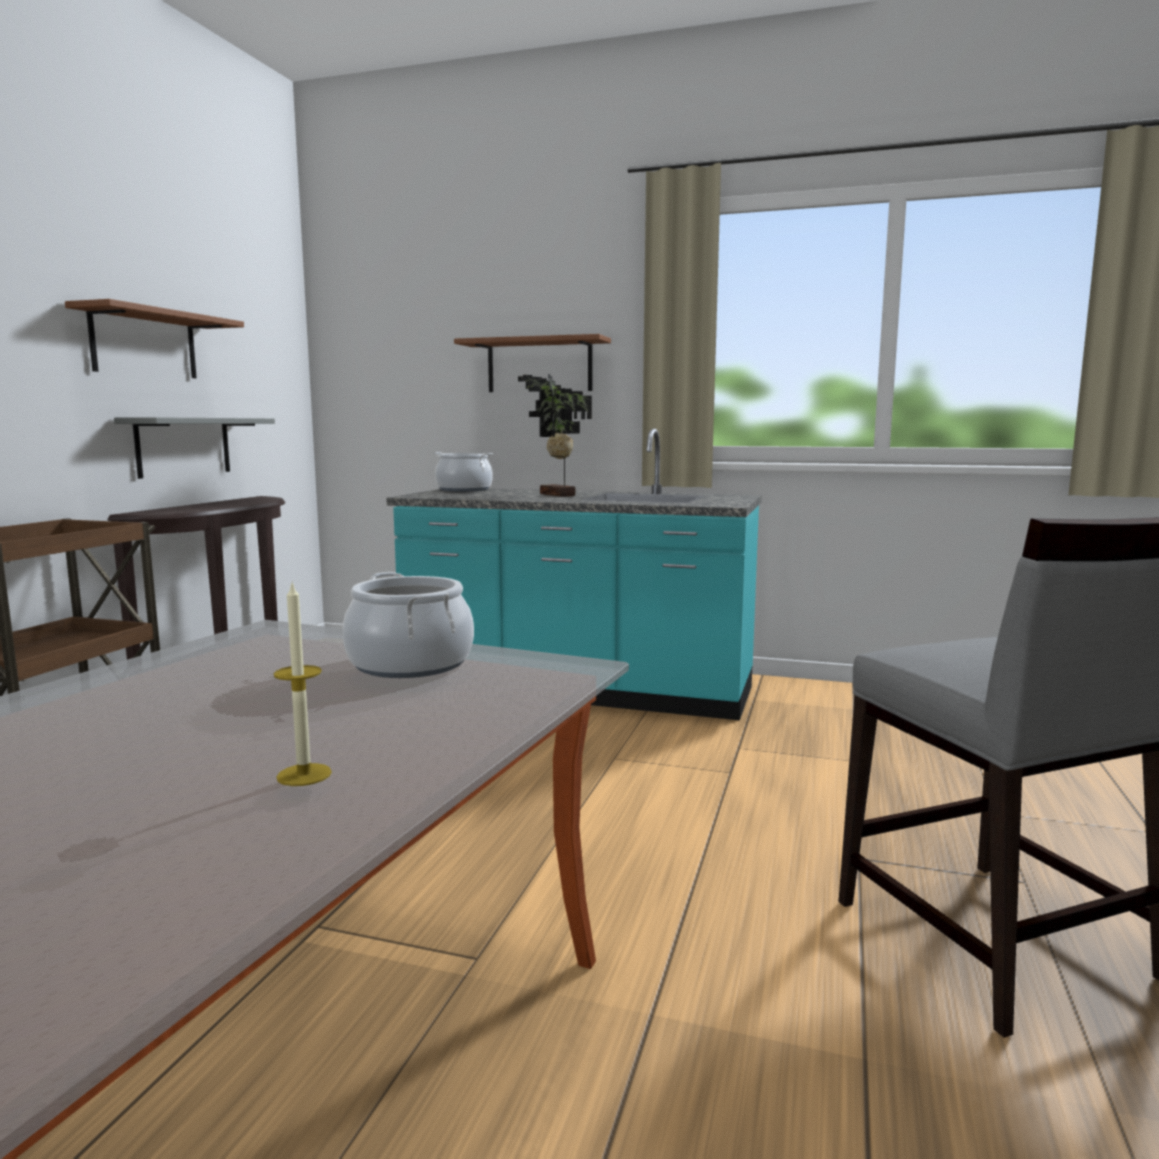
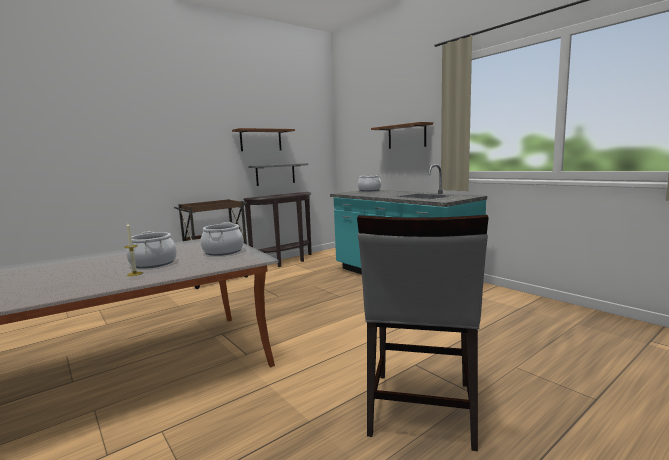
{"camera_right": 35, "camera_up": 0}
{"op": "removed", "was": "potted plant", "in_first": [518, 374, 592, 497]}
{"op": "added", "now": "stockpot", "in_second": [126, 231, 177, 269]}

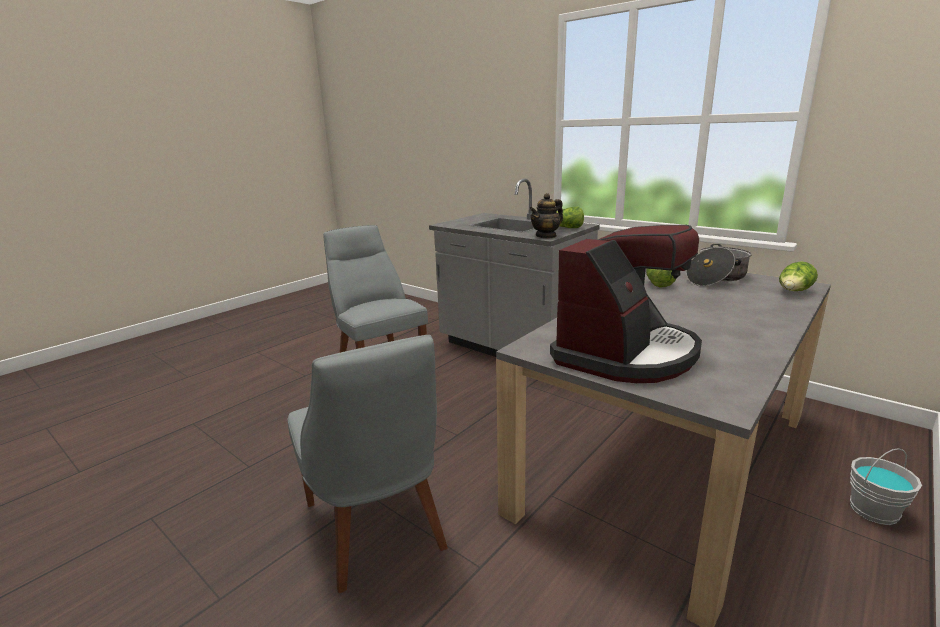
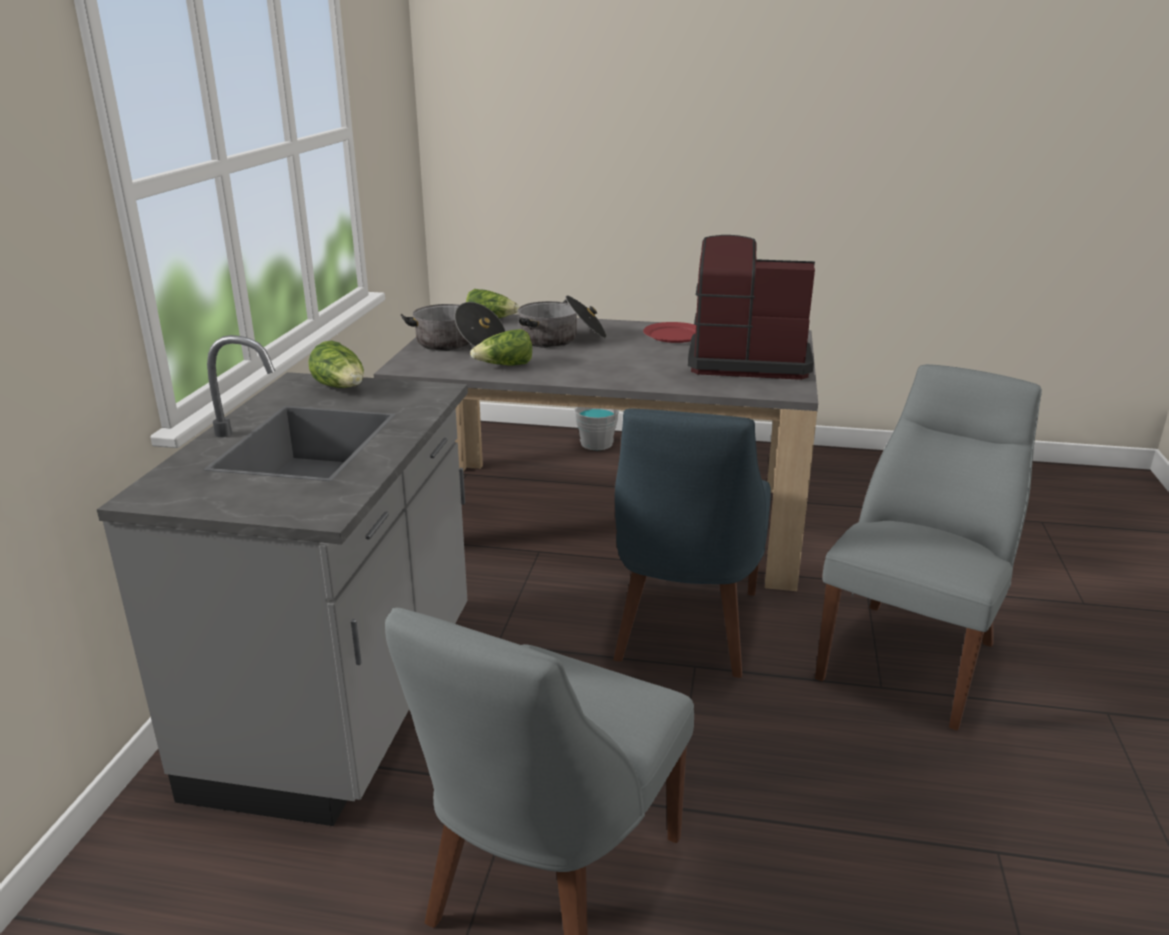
{"camera_right": -120, "camera_up": 5}
{"op": "removed", "was": "teapot", "in_first": [529, 193, 563, 239]}
{"op": "added", "now": "stockpot", "in_second": [518, 295, 607, 348]}
{"op": "added", "now": "blue-coloured upright chair", "in_second": [613, 408, 771, 678]}
{"op": "added", "now": "red dinner plate", "in_second": [643, 322, 696, 343]}

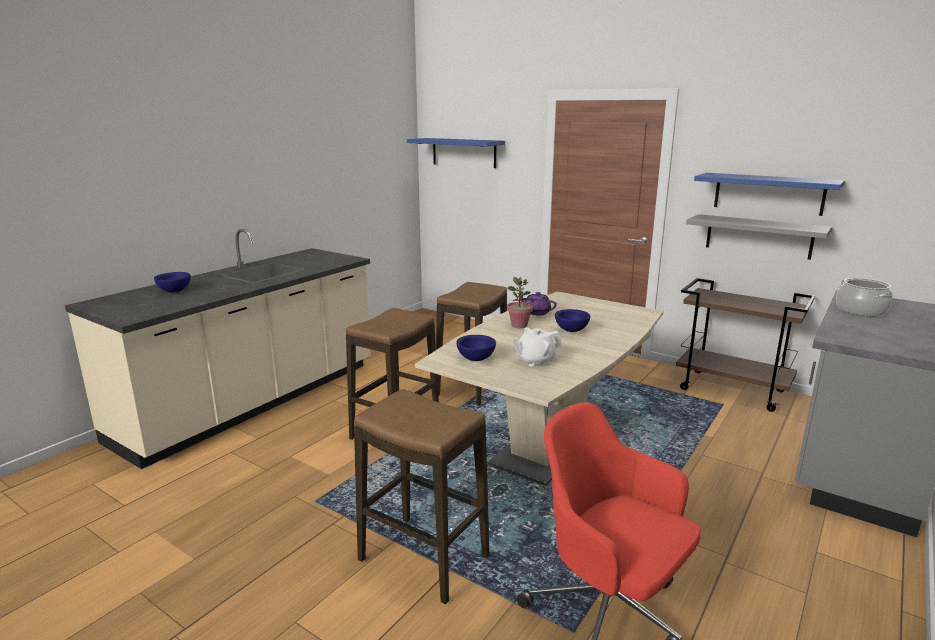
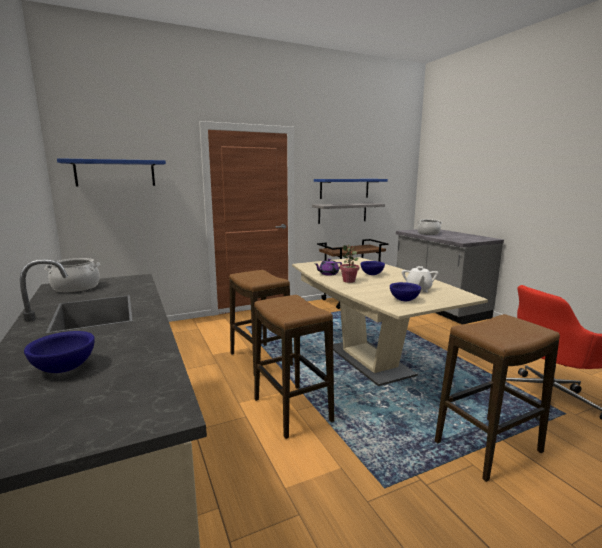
{"camera_right": -60, "camera_up": -5}
{"op": "added", "now": "stockpot", "in_second": [45, 258, 101, 293]}

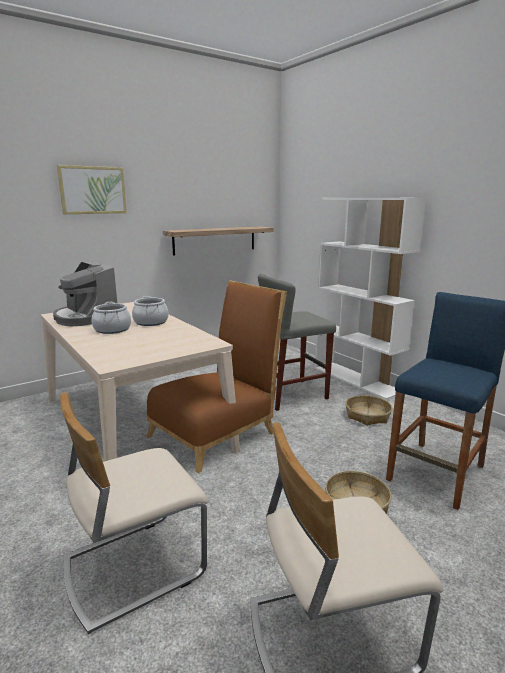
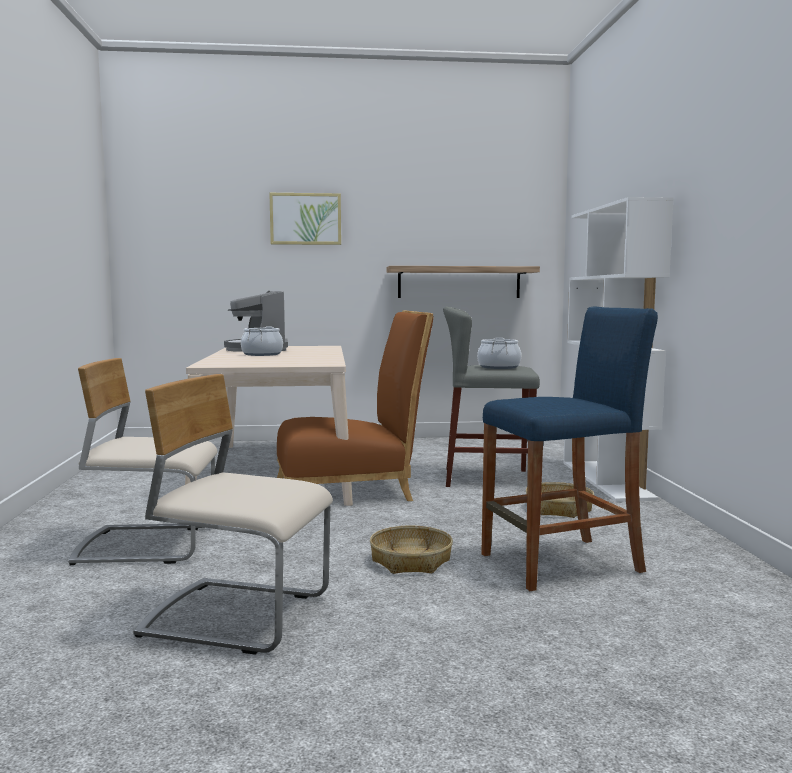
{"camera_right": 30, "camera_up": -10}
{"op": "moved", "was": "stockpot", "in_first": [132, 296, 169, 326], "in_second": [477, 338, 521, 369]}

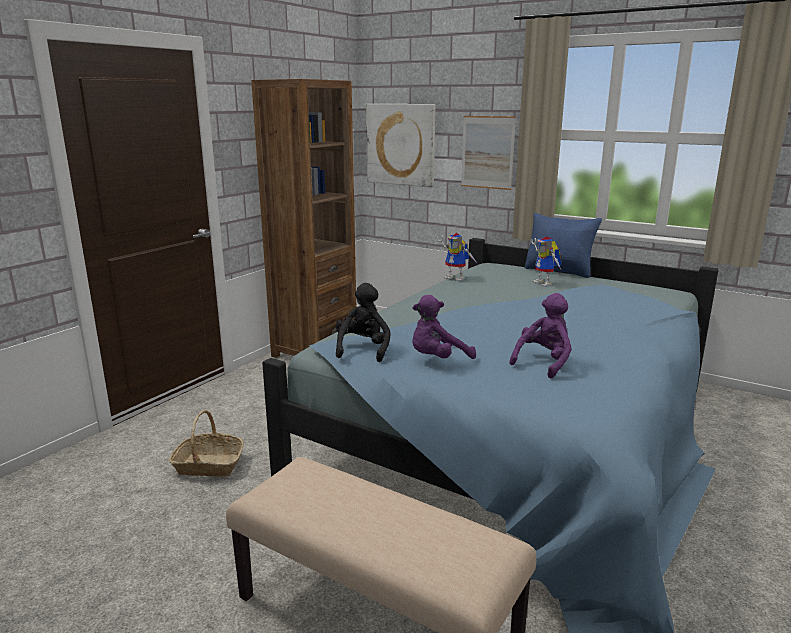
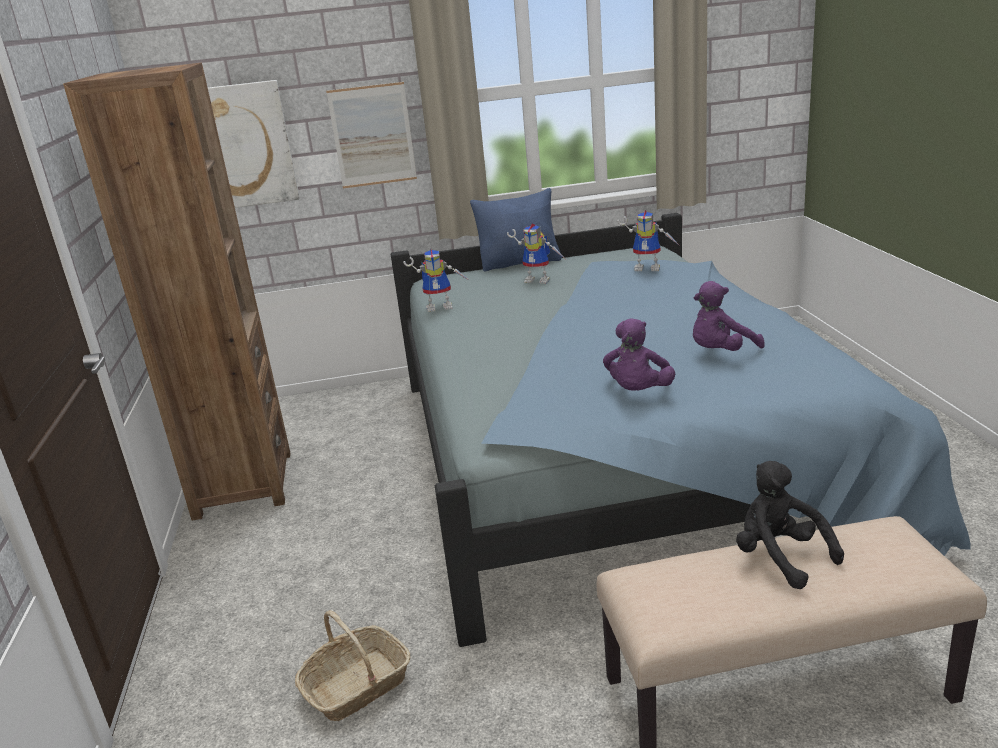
{"camera_right": -40, "camera_up": 5}
{"op": "moved", "was": "blackish cuddly toy", "in_first": [336, 283, 391, 362], "in_second": [736, 461, 844, 589]}
{"op": "turned", "was": "purple-coloured cuddly toy", "in_first": [509, 293, 572, 379], "in_second": [693, 281, 765, 351], "clockwise": -120}
{"op": "added", "now": "model robot", "in_second": [617, 210, 680, 271]}

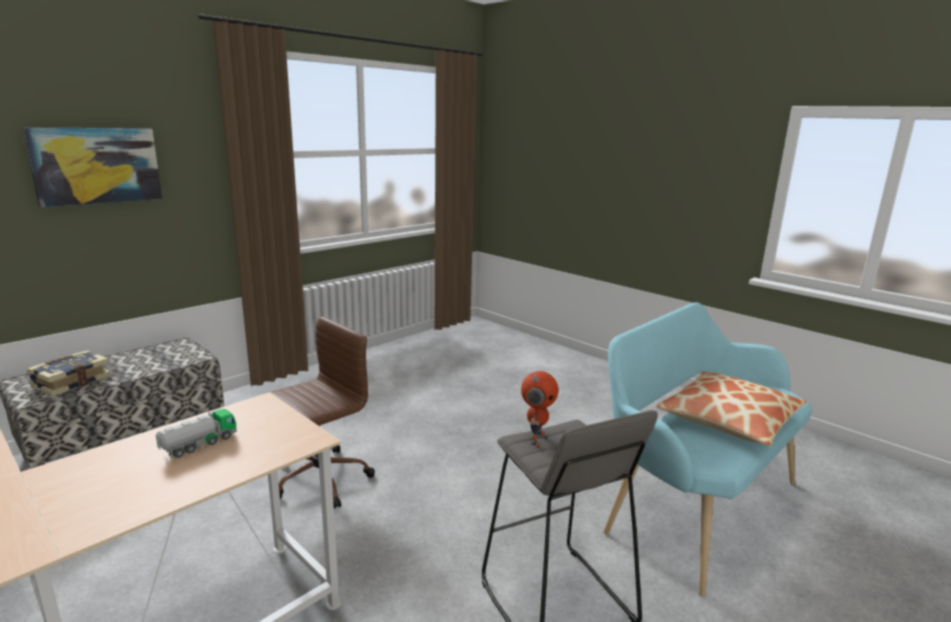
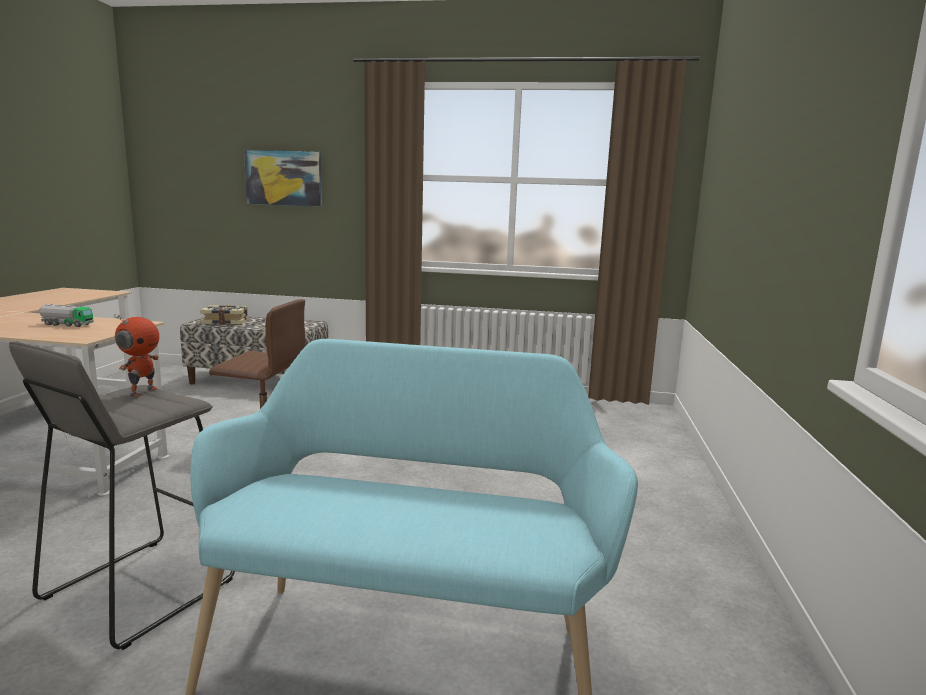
{"camera_right": 55, "camera_up": -5}
{"op": "turned", "was": "model robot", "in_first": [521, 371, 559, 446], "in_second": [114, 314, 159, 397], "clockwise": -60}
{"op": "removed", "was": "throw pillow", "in_first": [656, 372, 807, 446]}

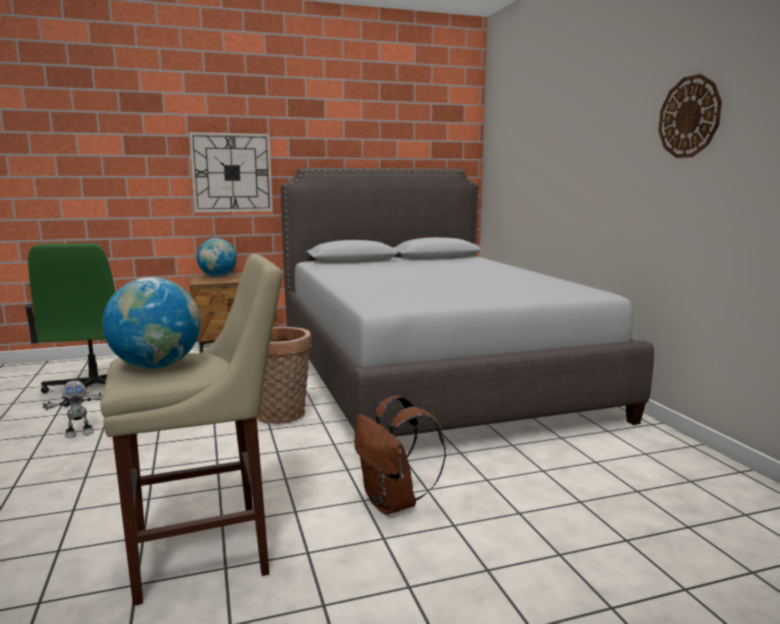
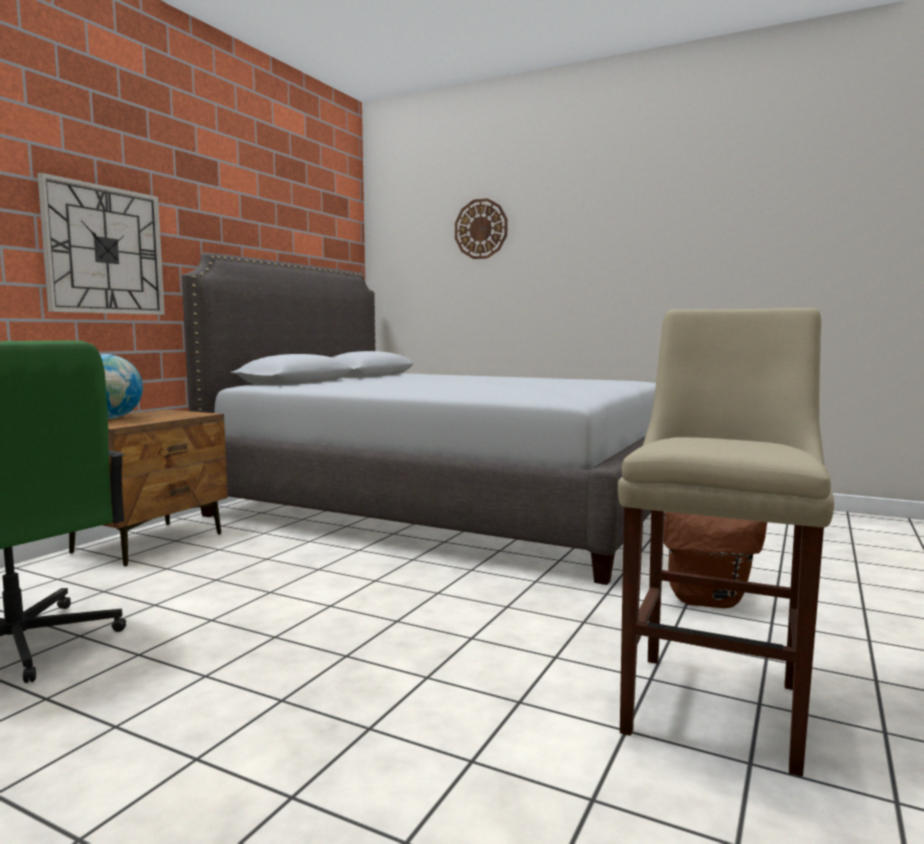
{"camera_right": -45, "camera_up": -5}
{"op": "removed", "was": "model robot", "in_first": [42, 380, 102, 438]}
{"op": "removed", "was": "globe", "in_first": [102, 277, 200, 368]}
{"op": "removed", "was": "household basket", "in_first": [257, 327, 311, 424]}
{"op": "moved", "was": "wall clock", "in_first": [659, 74, 722, 158], "in_second": [455, 198, 507, 259]}

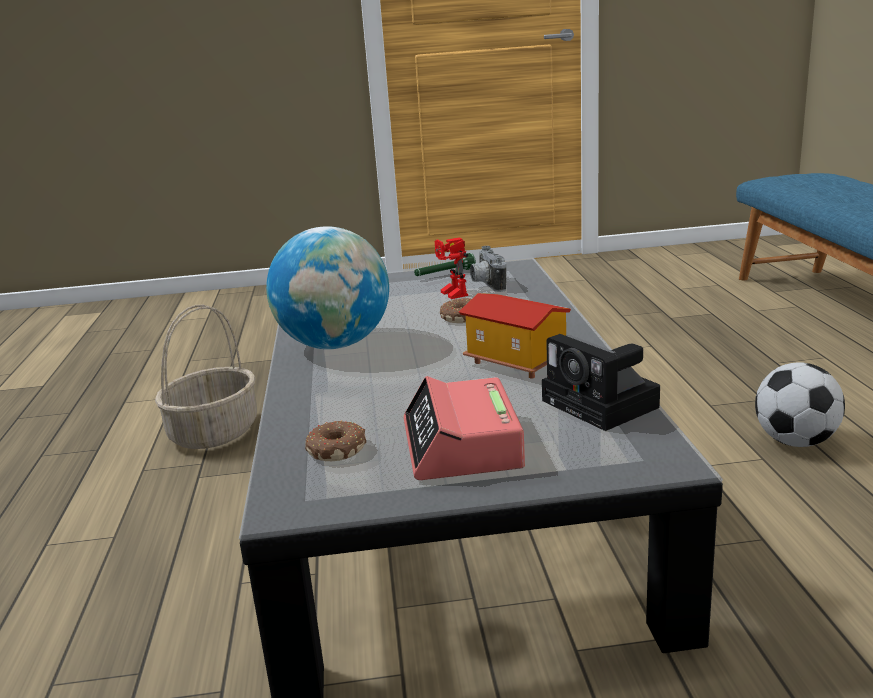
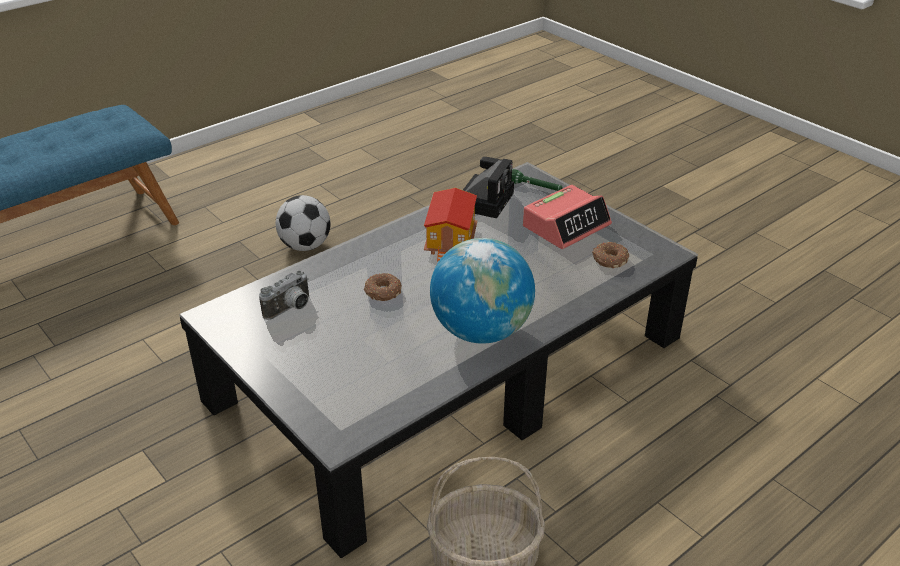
{"camera_right": -125, "camera_up": 15}
{"op": "moved", "was": "green-coloured flashlight", "in_first": [414, 253, 476, 276], "in_second": [512, 169, 563, 191]}
{"op": "removed", "was": "model robot", "in_first": [435, 238, 468, 299]}

